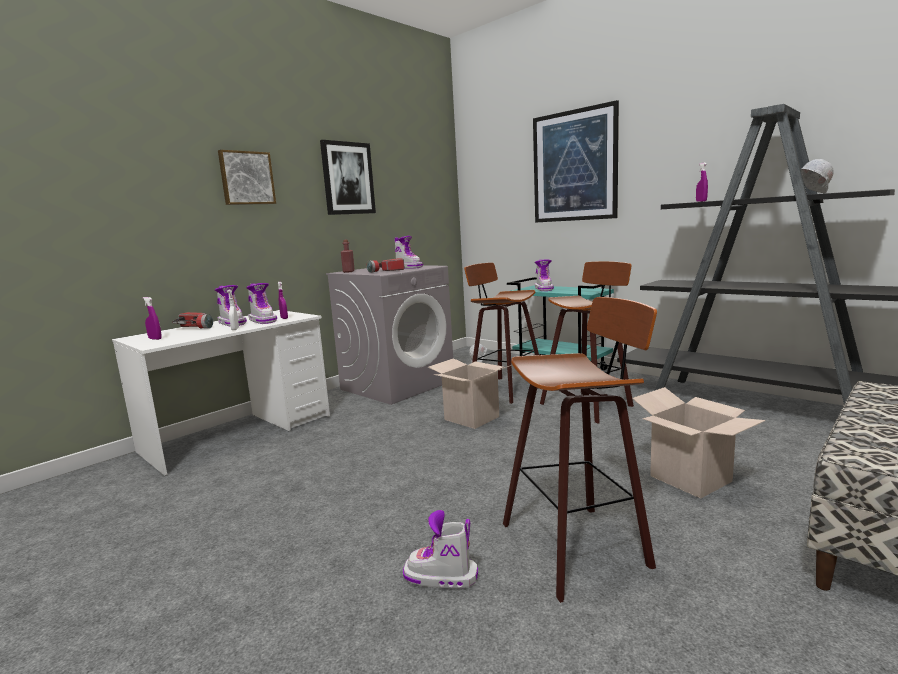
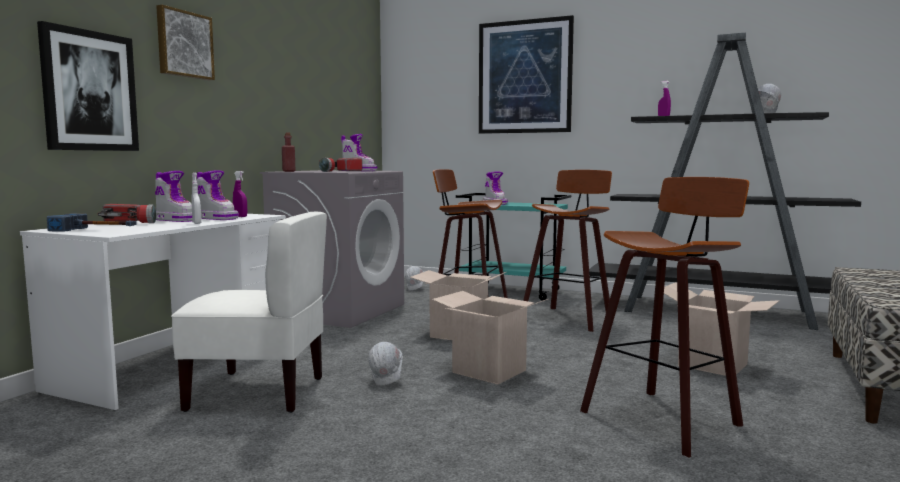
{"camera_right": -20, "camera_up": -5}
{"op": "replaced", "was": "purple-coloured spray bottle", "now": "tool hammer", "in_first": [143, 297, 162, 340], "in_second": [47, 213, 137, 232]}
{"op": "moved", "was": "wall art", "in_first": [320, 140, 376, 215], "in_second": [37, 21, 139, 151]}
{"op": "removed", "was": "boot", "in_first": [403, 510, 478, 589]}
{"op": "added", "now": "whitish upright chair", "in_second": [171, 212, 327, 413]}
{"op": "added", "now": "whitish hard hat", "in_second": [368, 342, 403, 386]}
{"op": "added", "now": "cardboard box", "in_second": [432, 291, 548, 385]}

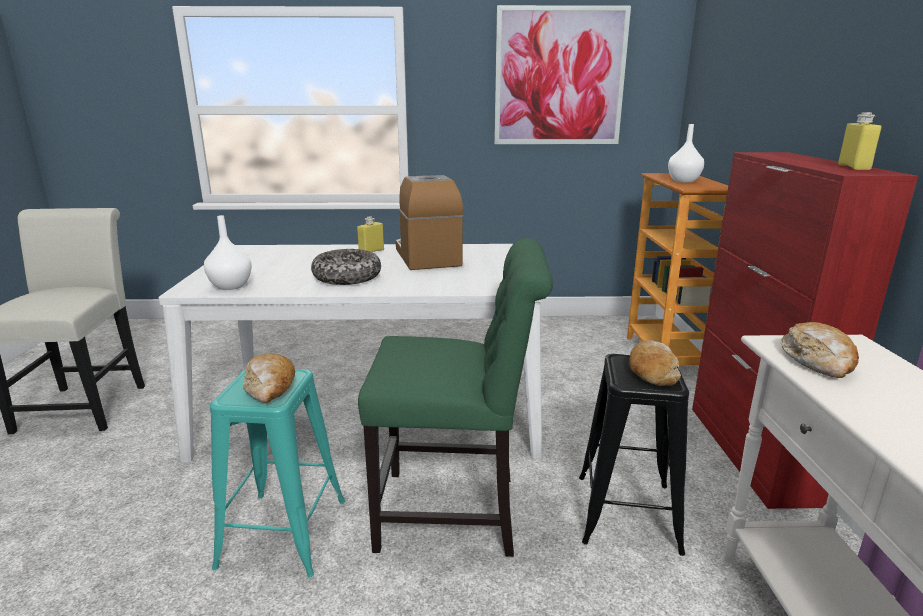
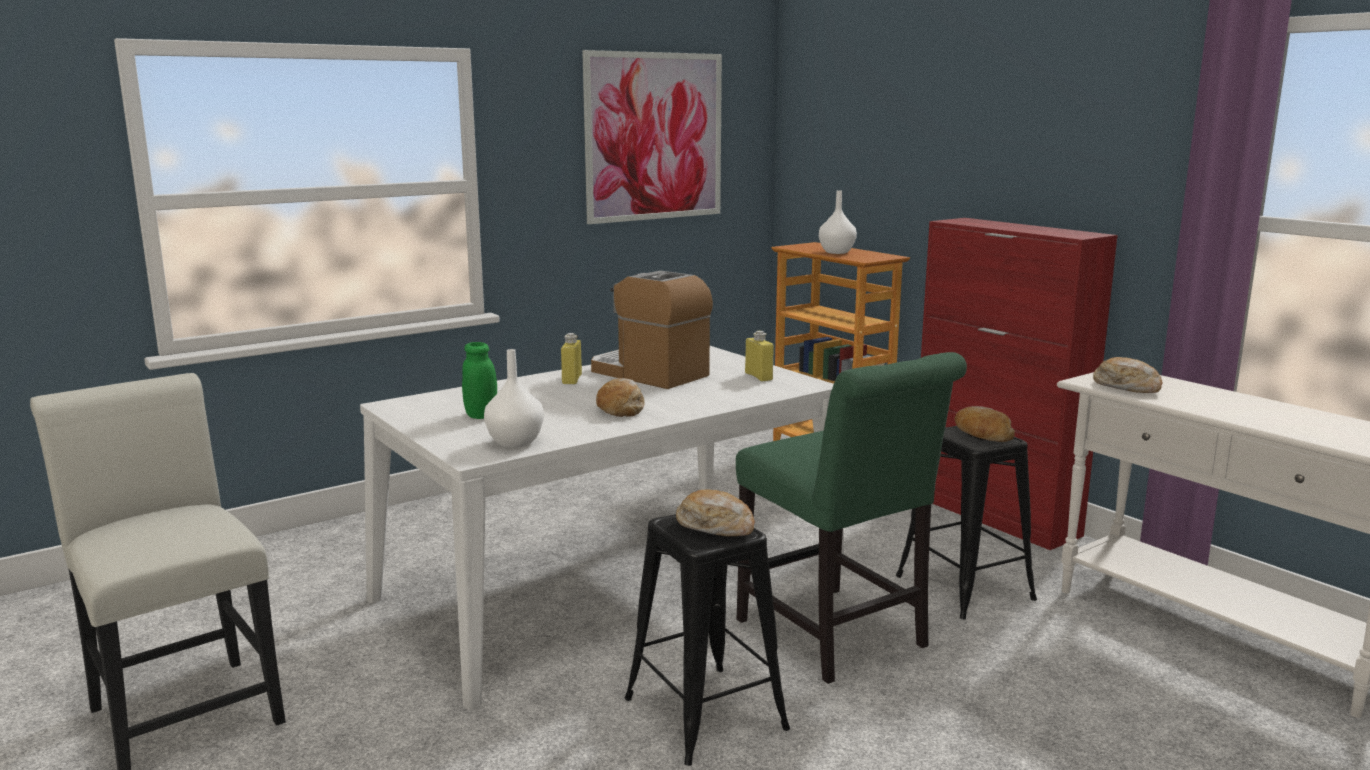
{"camera_right": -35, "camera_up": -5}
{"op": "recoloured", "was": "turquoise stool", "now": "blackish stool", "in_first": [210, 369, 345, 578], "in_second": [625, 514, 790, 766]}
{"op": "replaced", "was": "deep dish", "now": "bread", "in_first": [311, 249, 381, 285], "in_second": [596, 378, 645, 417]}
{"op": "turned", "was": "green-coloured upright chair", "in_first": [358, 238, 553, 557], "in_second": [736, 352, 967, 684], "clockwise": 90}
{"op": "moved", "was": "yellow beverage bottle", "in_first": [838, 112, 881, 170], "in_second": [745, 331, 774, 381]}
{"op": "added", "now": "green-coloured preserve jar", "in_second": [462, 342, 497, 419]}

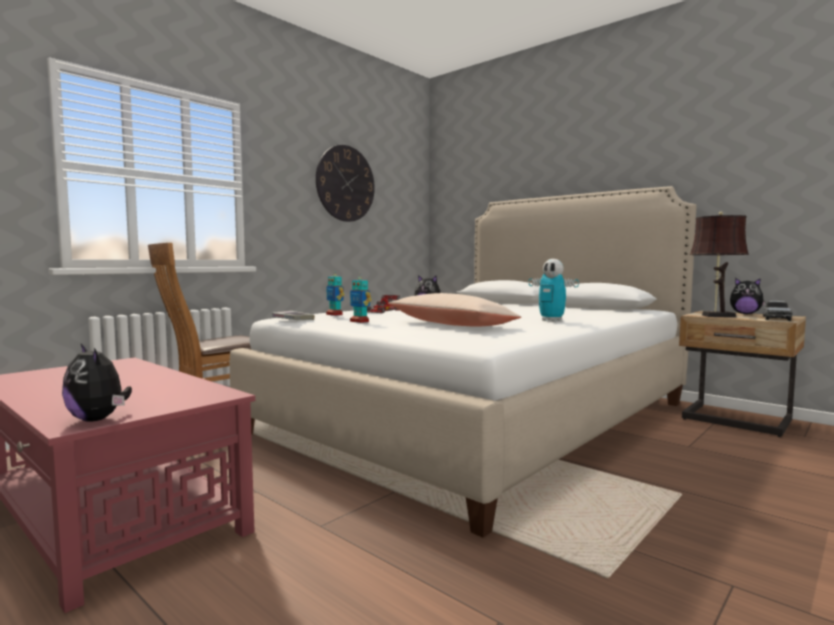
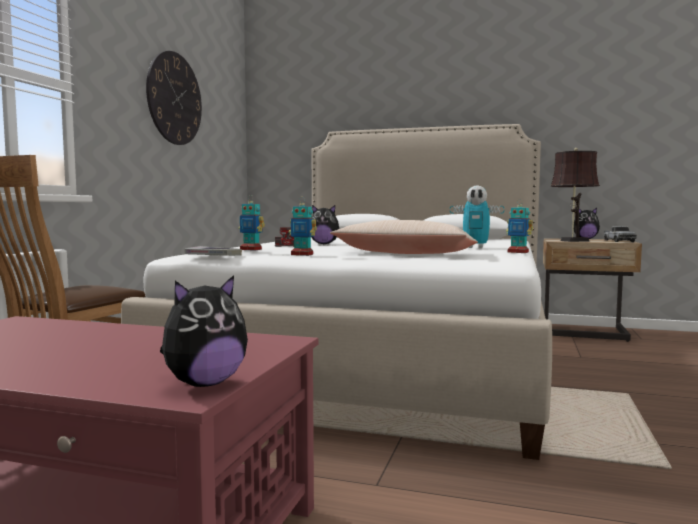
{"camera_right": -25, "camera_up": 0}
{"op": "turned", "was": "cuddly toy", "in_first": [62, 344, 132, 422], "in_second": [160, 275, 248, 387], "clockwise": -60}
{"op": "added", "now": "model robot", "in_second": [506, 199, 533, 253]}

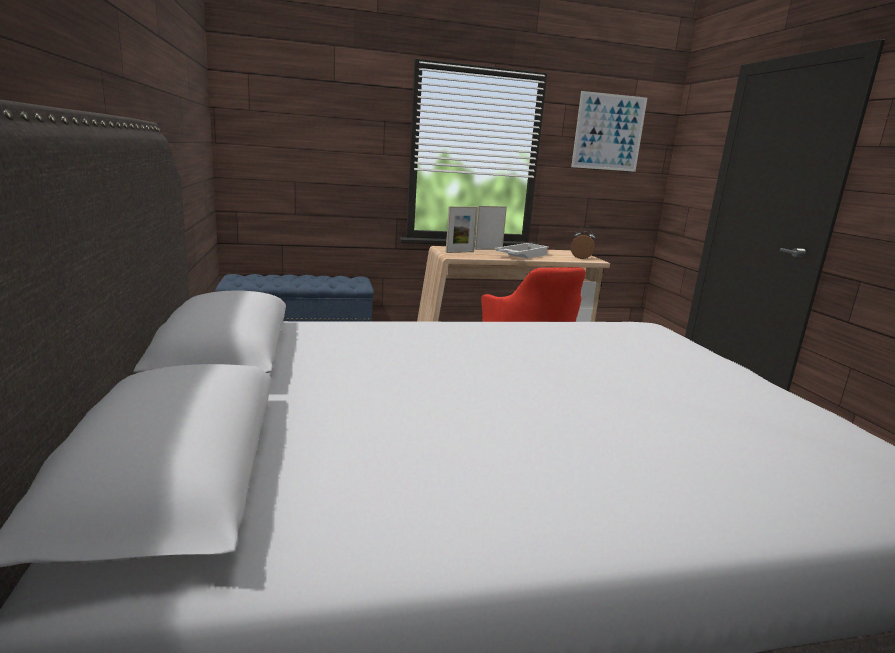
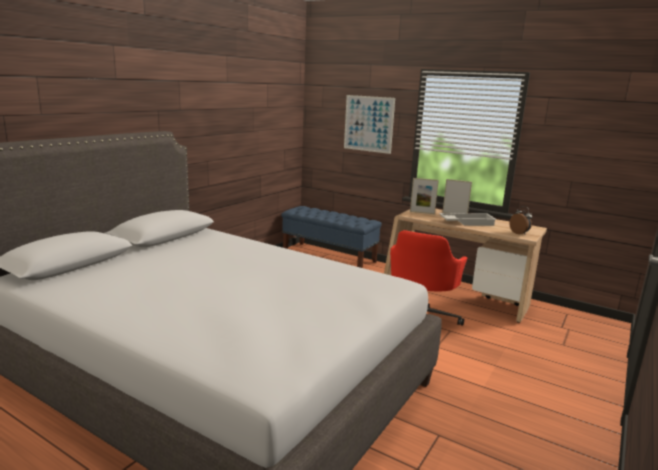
{"camera_right": 45, "camera_up": 0}
{"op": "moved", "was": "wall art", "in_first": [571, 91, 647, 172], "in_second": [344, 95, 395, 154]}

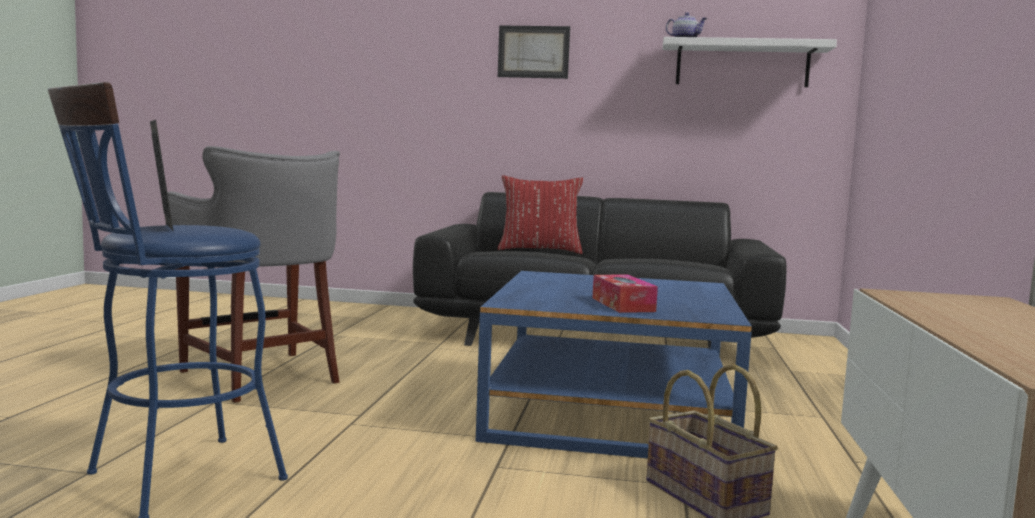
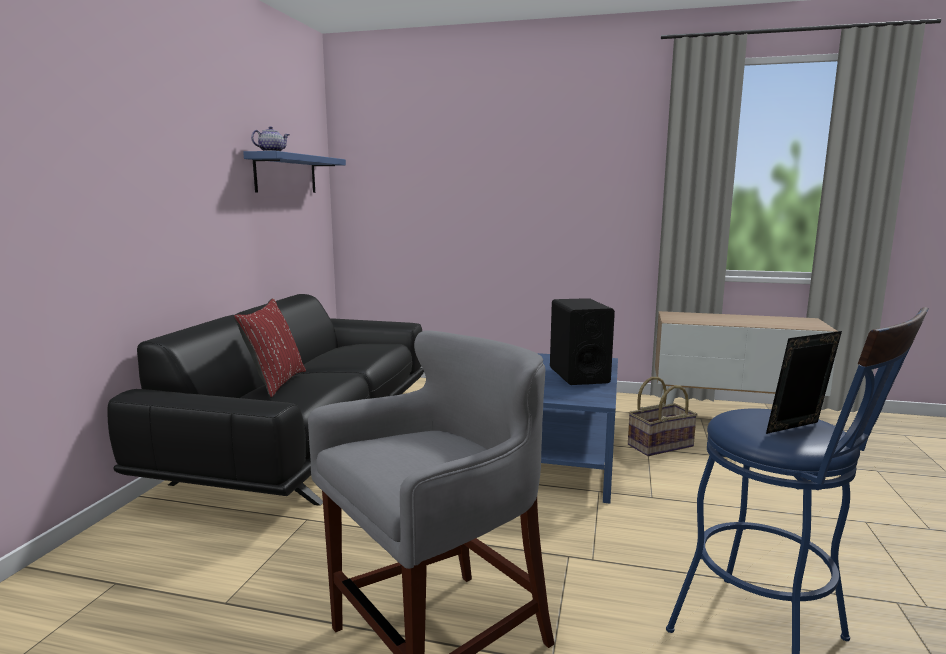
{"camera_right": -85, "camera_up": 5}
{"op": "removed", "was": "wall art", "in_first": [498, 25, 570, 79]}
{"op": "replaced", "was": "tissue holder", "now": "blackish speaker", "in_first": [592, 275, 658, 313], "in_second": [550, 298, 615, 385]}
{"op": "recoloured", "was": "whitish wall shelf", "now": "blue-coloured wall shelf", "in_first": [662, 37, 837, 87], "in_second": [243, 151, 346, 193]}

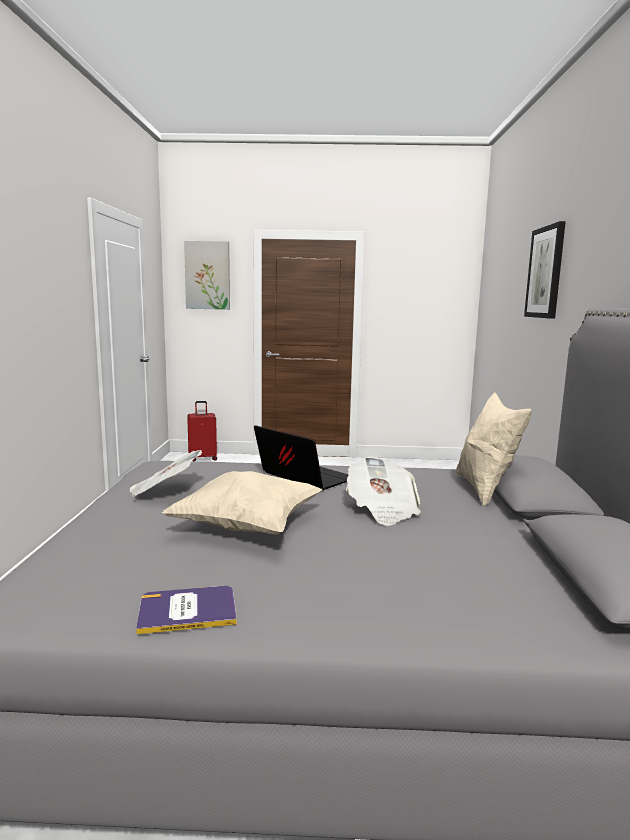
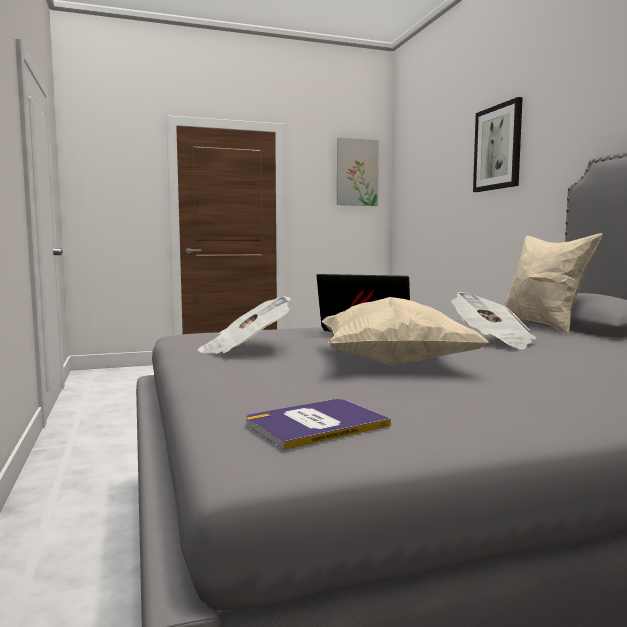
{"camera_right": -20, "camera_up": -5}
{"op": "moved", "was": "bound book", "in_first": [136, 586, 237, 635], "in_second": [246, 399, 391, 450]}
{"op": "moved", "was": "wall art", "in_first": [184, 241, 230, 310], "in_second": [337, 137, 379, 206]}
{"op": "removed", "was": "red travel case", "in_first": [187, 401, 217, 461]}

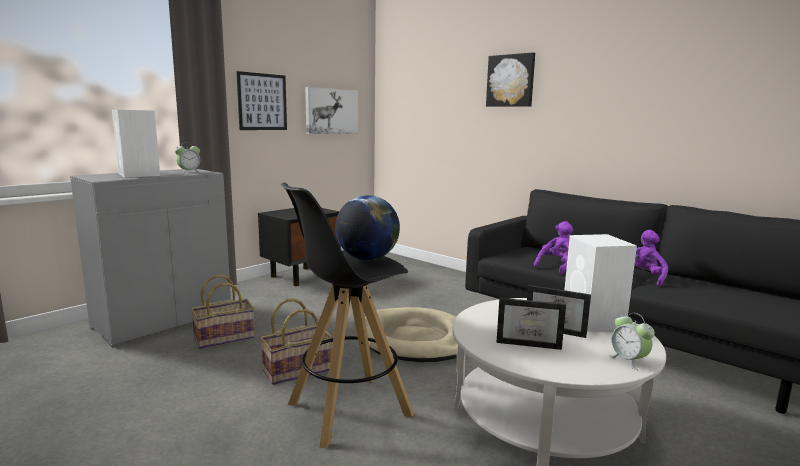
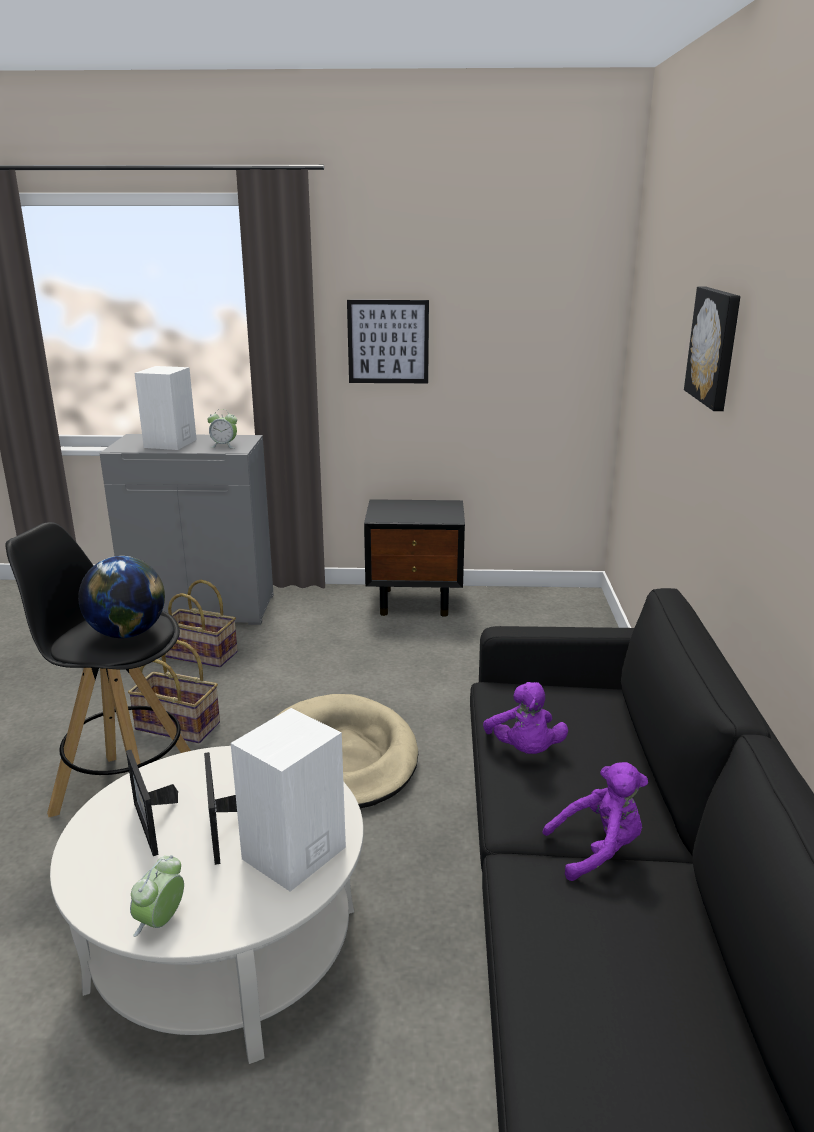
{"camera_right": 50, "camera_up": 10}
{"op": "removed", "was": "wall art", "in_first": [305, 87, 358, 134]}
{"op": "turned", "was": "purple-coloured cuddly toy", "in_first": [534, 221, 573, 274], "in_second": [483, 682, 568, 754], "clockwise": 75}

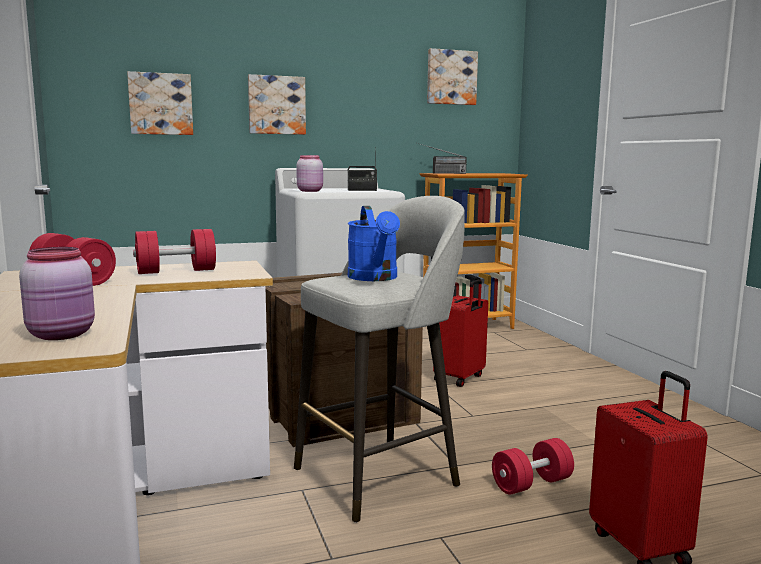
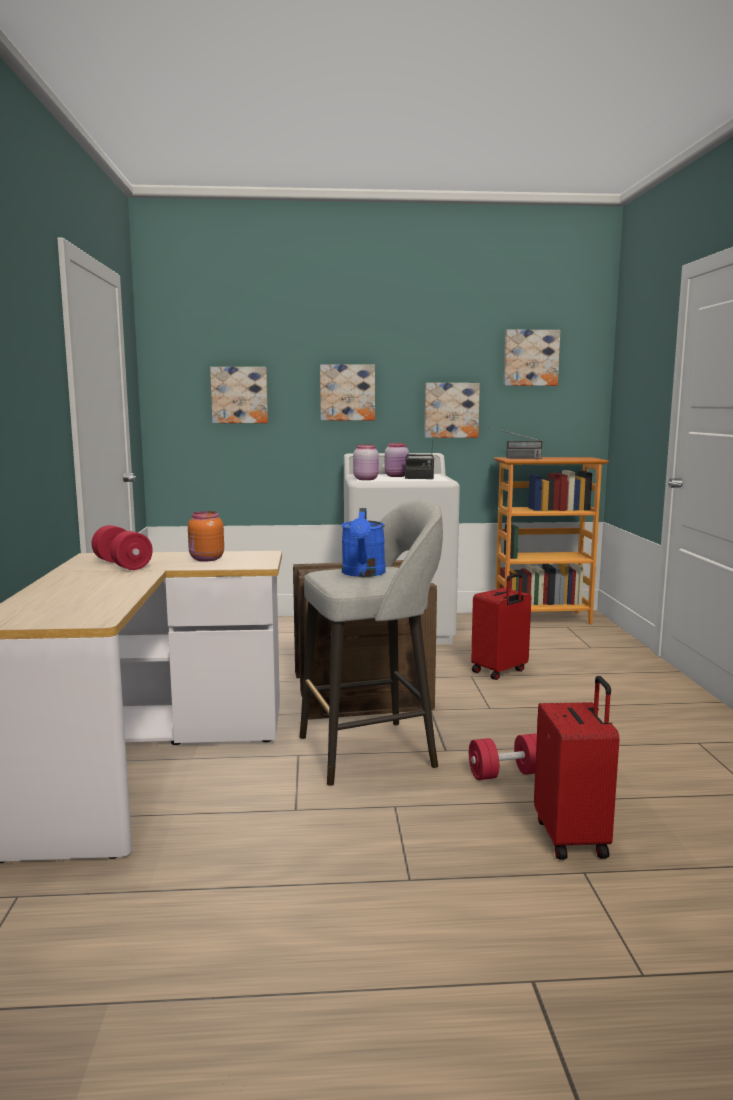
{"camera_right": 15, "camera_up": 0}
{"op": "moved", "was": "pink-coloured preserve jar", "in_first": [19, 247, 95, 340], "in_second": [385, 443, 409, 477]}
{"op": "replaced", "was": "red free weight", "now": "orange preserve jar", "in_first": [133, 229, 216, 274], "in_second": [188, 511, 224, 562]}
{"op": "added", "now": "wall art", "in_second": [424, 383, 480, 438]}

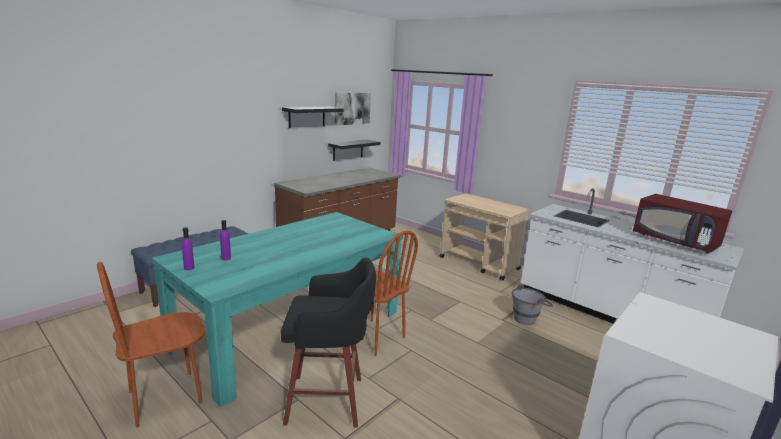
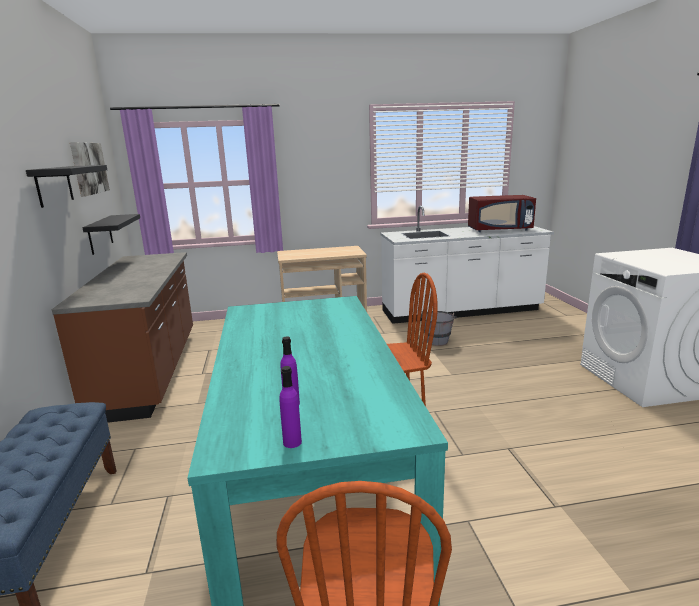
{"camera_right": -50, "camera_up": 0}
{"op": "removed", "was": "blackish stool", "in_first": [281, 257, 376, 428]}

